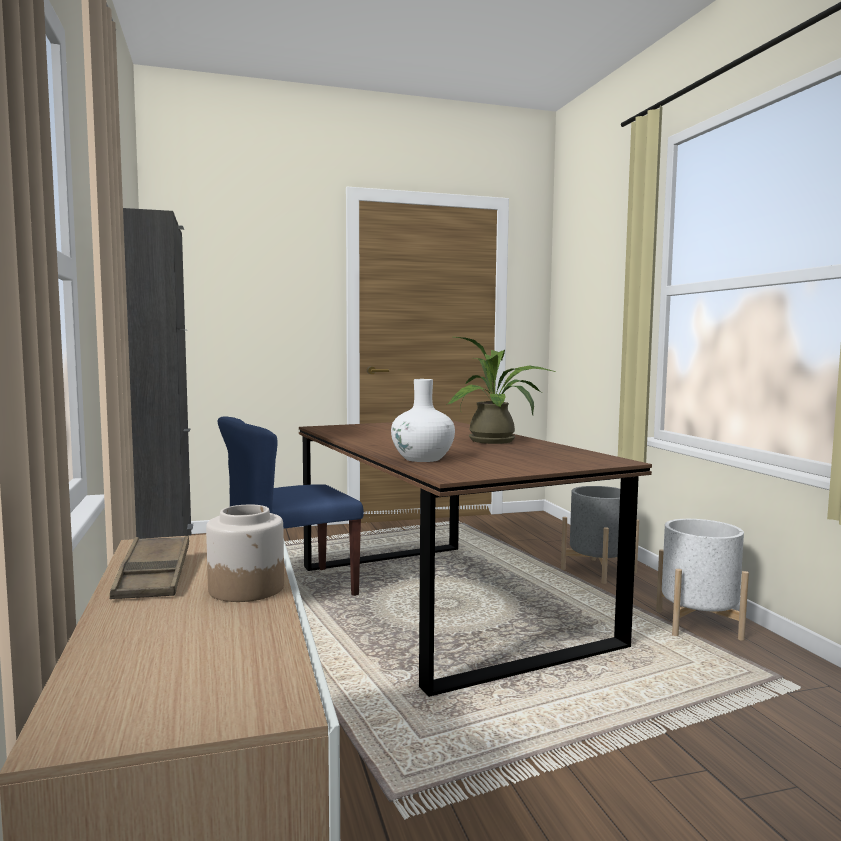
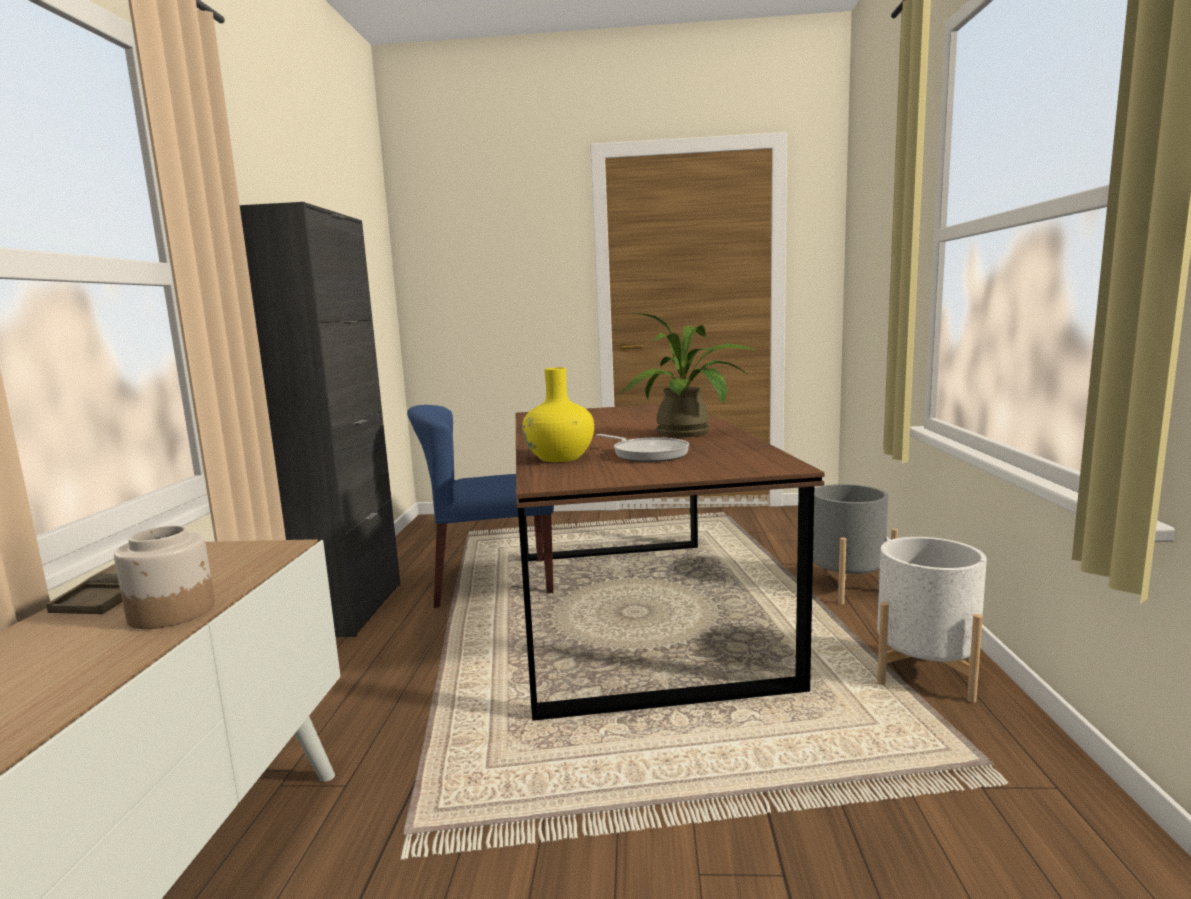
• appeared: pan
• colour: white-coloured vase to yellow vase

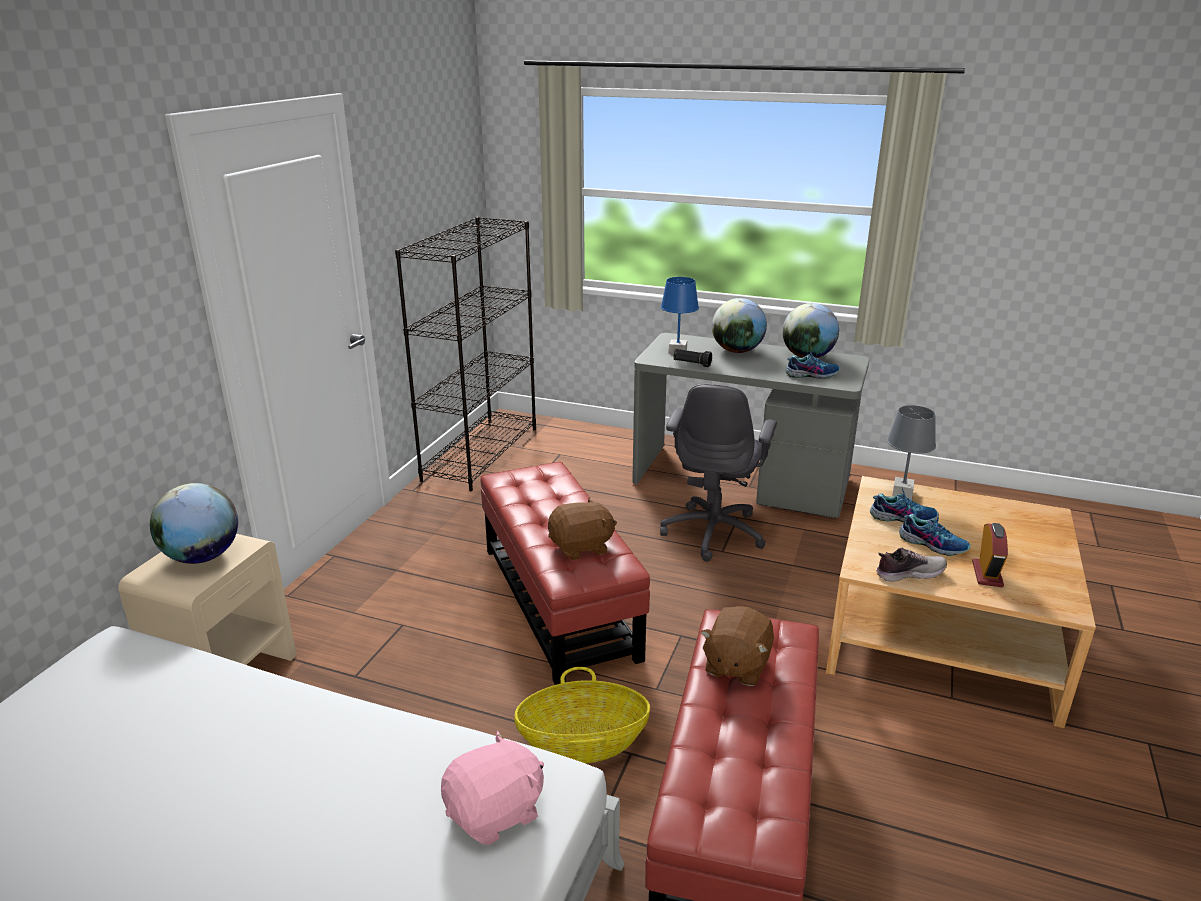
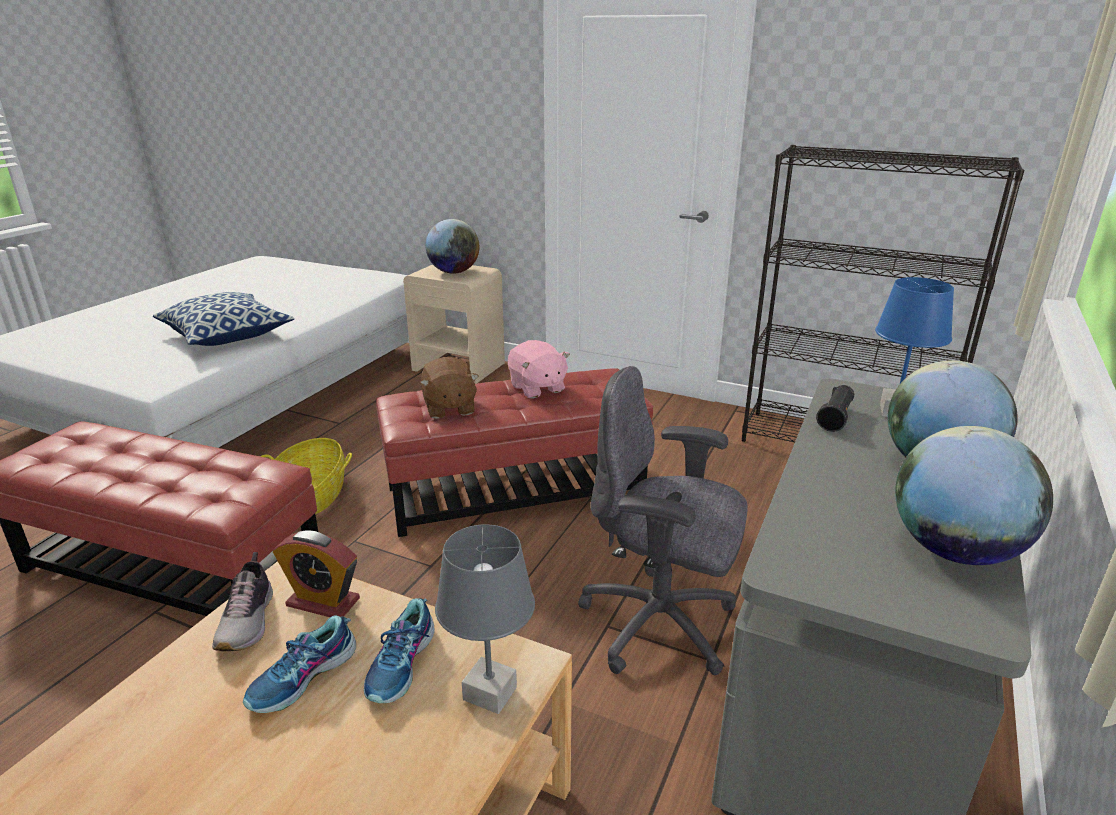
• missing: brown plush toy (no. 2 from left)
• missing: item of footwear (no. 1 from left)
• appeared: pillow
• relocated: pink-coloured plush toy
• relocated: bedside clock

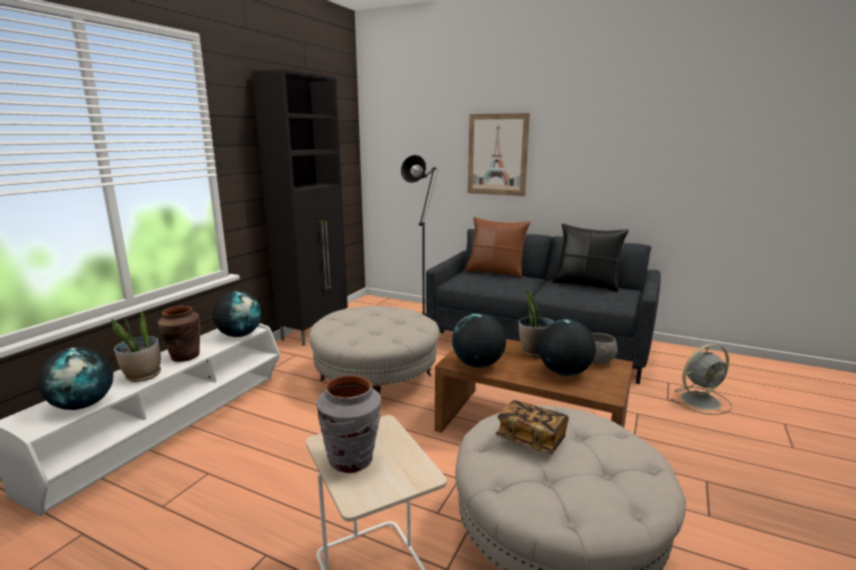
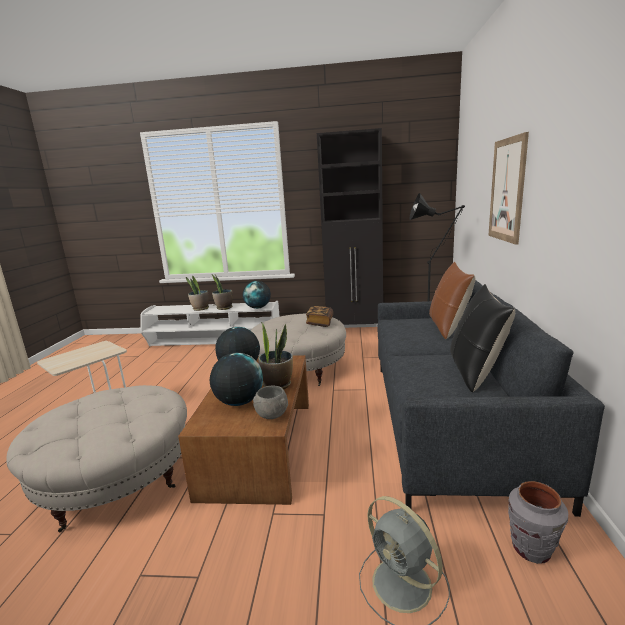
• missing: desk globe (no. 1 from left)
• relocated: greyish vase
• relocated: book
• exchanged: brown vase to houseplant (no. 2 from left)

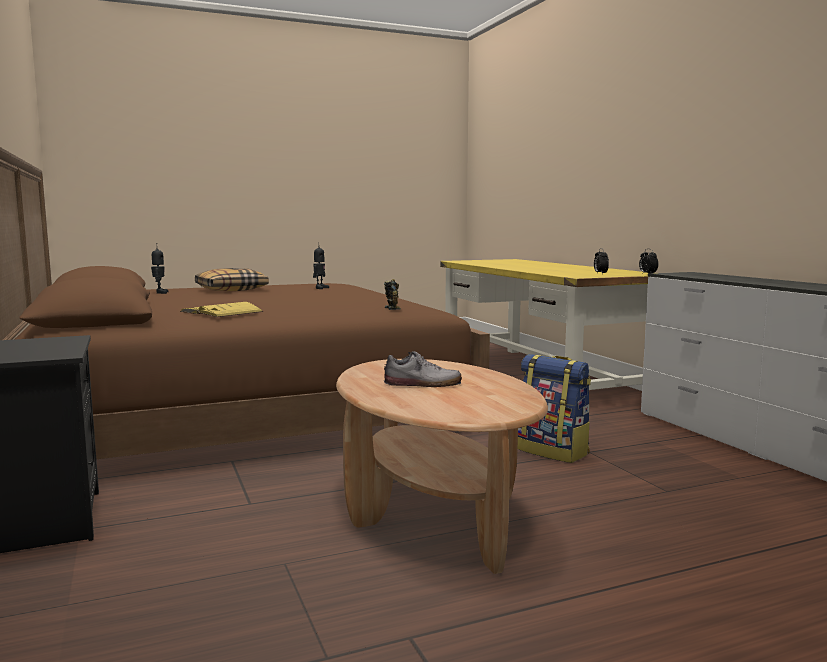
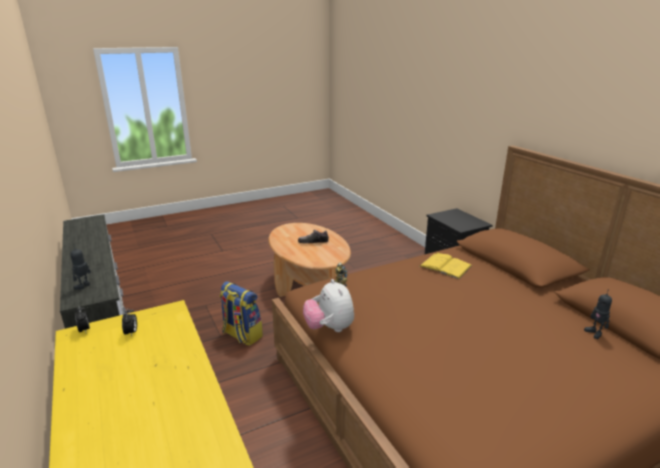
• missing: pillow
• appeared: plush toy
• relocated: toy robot (no. 2 from left in the first image) to toy robot (no. 1 from left)

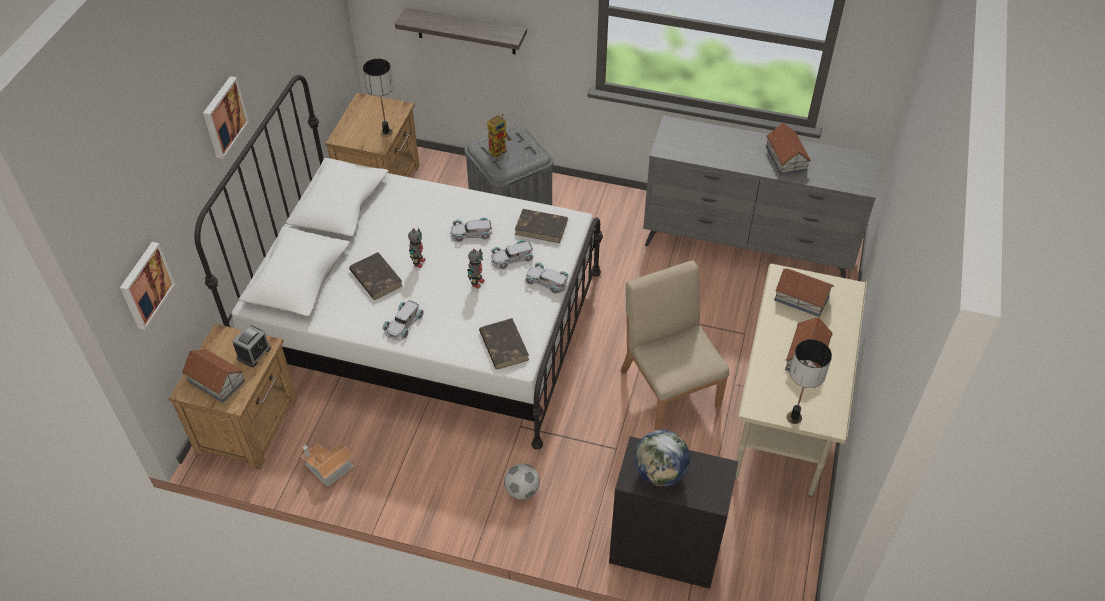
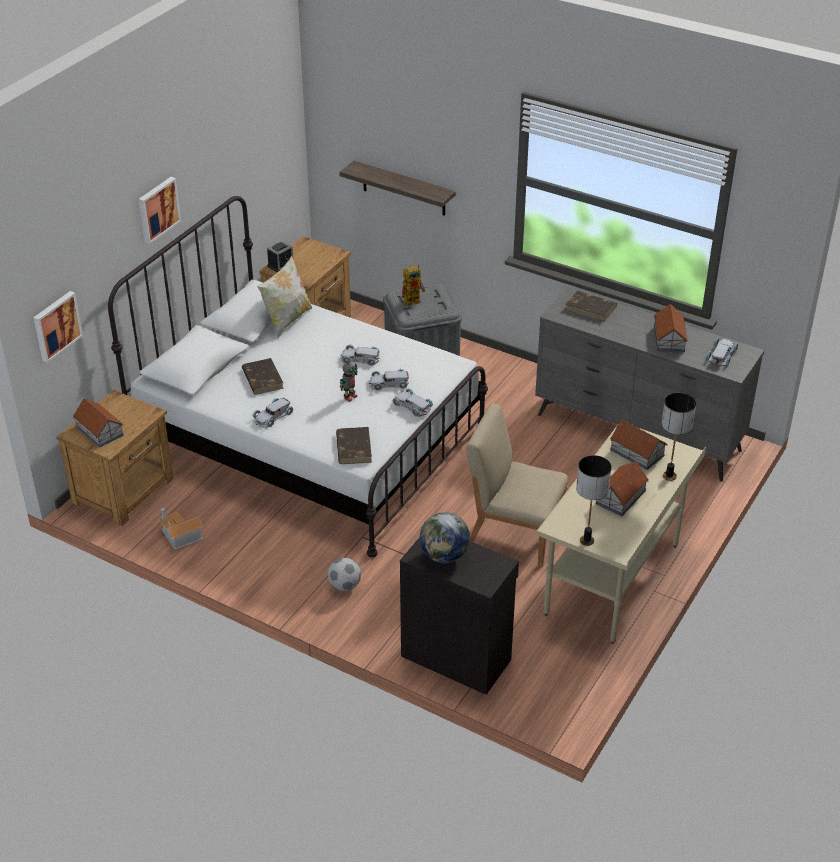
• missing: toy robot (no. 1 from left)
• appeared: pillow
• appeared: white-coloured model car (no. 5 from left)
• relocated: bedside clock
• relocated: tabletop lamp (no. 1 from left in the first image) to tabletop lamp (no. 2 from left)
• relocated: brown book (no. 3 from left)
• spun: sand-coloured plain chair 60 degrees counterclockwise

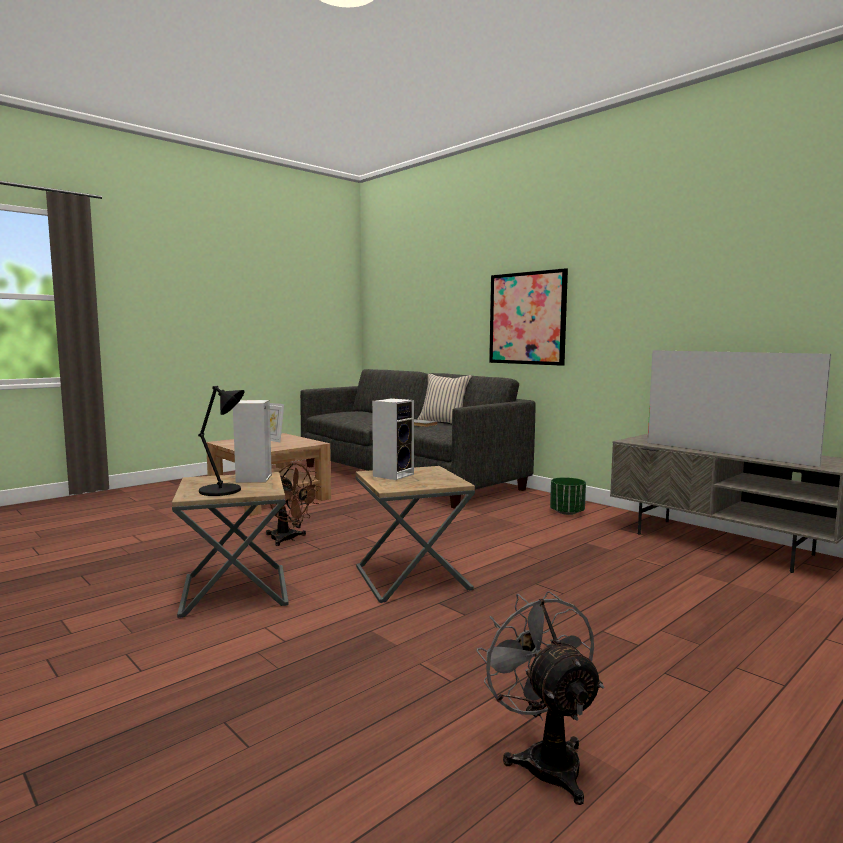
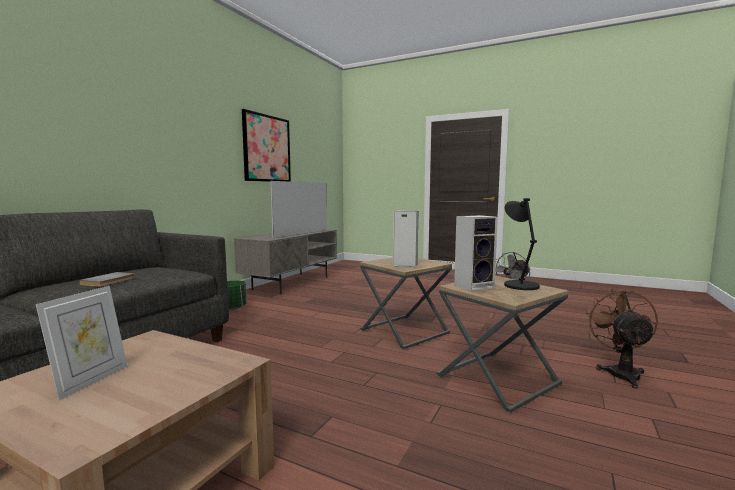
• missing: sand-coloured pillow
• relocated: brown electric fan
• relocated: wall art

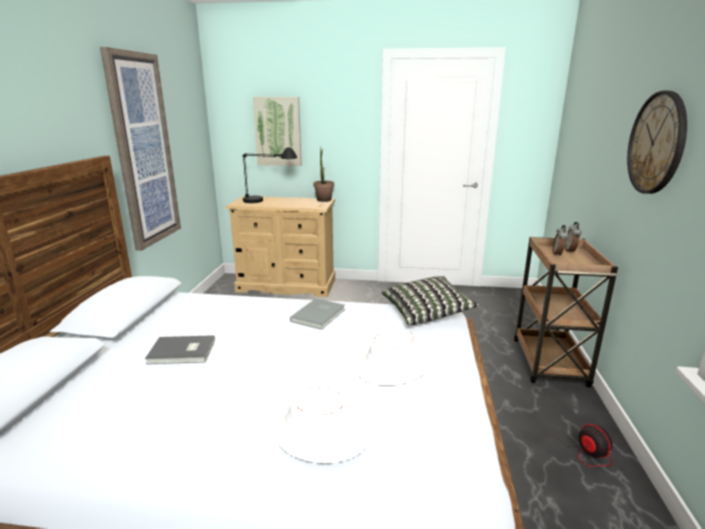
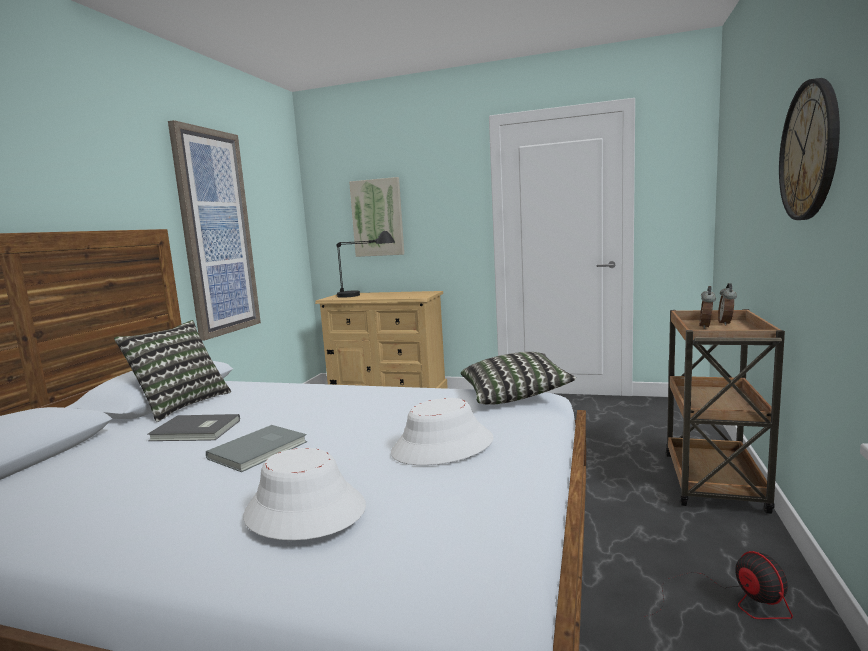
• missing: houseplant
• appeared: pillow (no. 1 from left)
• relocated: greyish book (no. 2 from left)

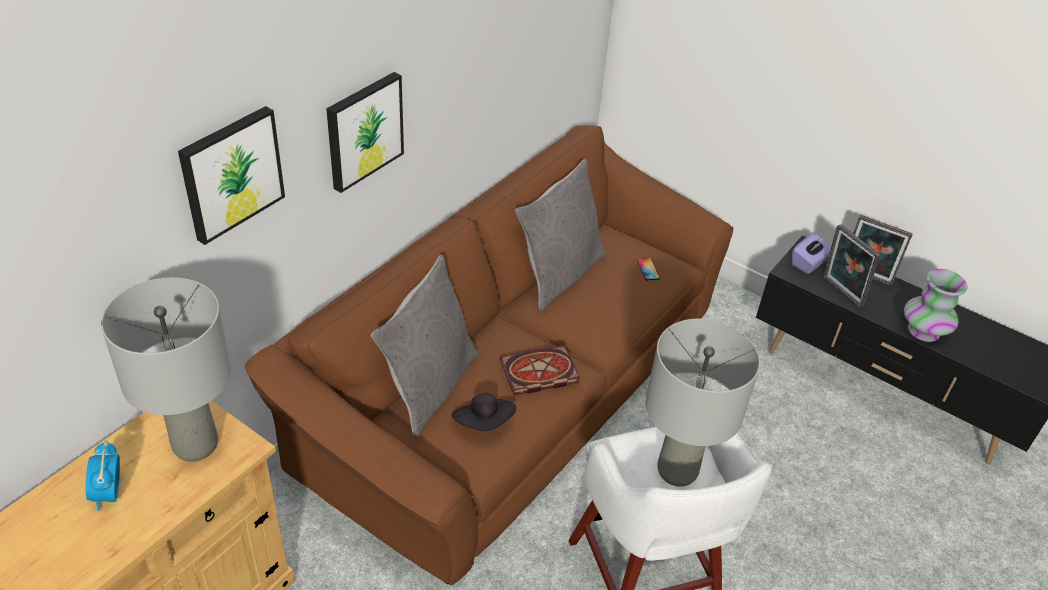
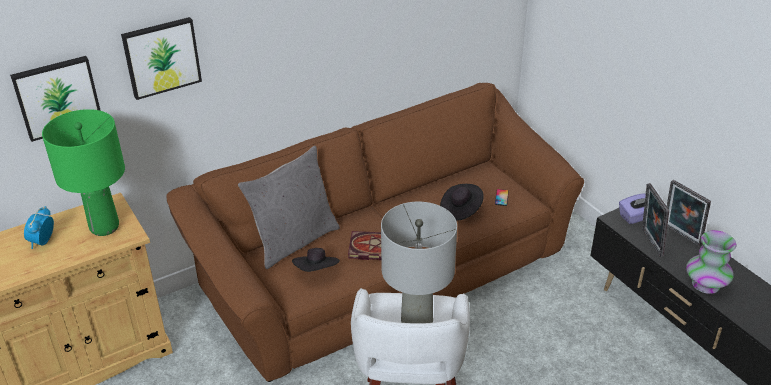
• missing: greyish pillow (no. 2 from left)
• appeared: black-coloured clothing hat (no. 2 from left)
• relocated: wall art (no. 2 from left in the first image) to wall art (no. 1 from left)
• colour: greyish tabletop lamp (no. 1 from left) to greenish tabletop lamp

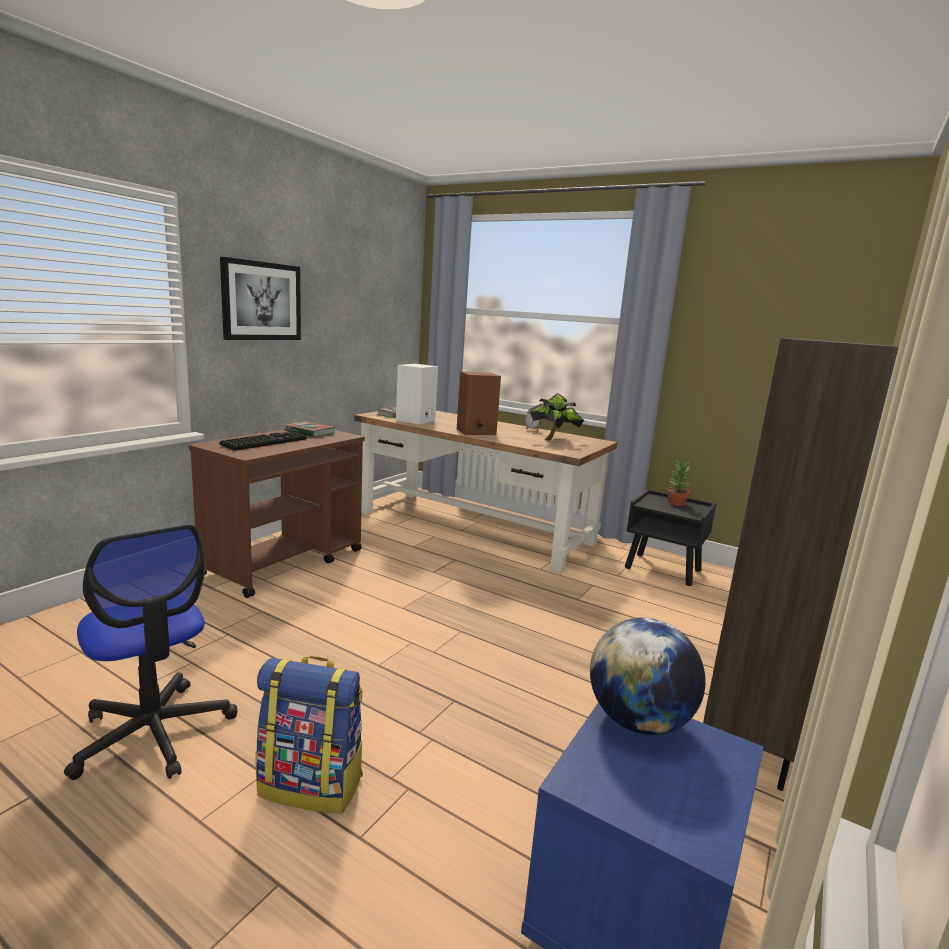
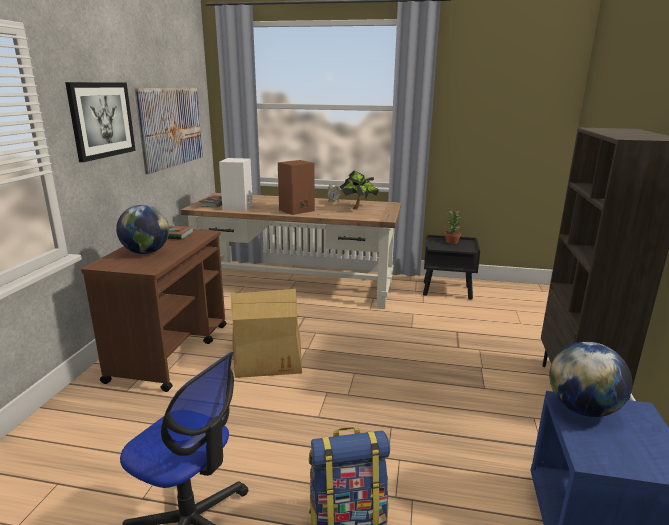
• appeared: wall art (no. 2 from left)
• appeared: carton
• exchanged: keyboard to desk globe (no. 1 from left)

